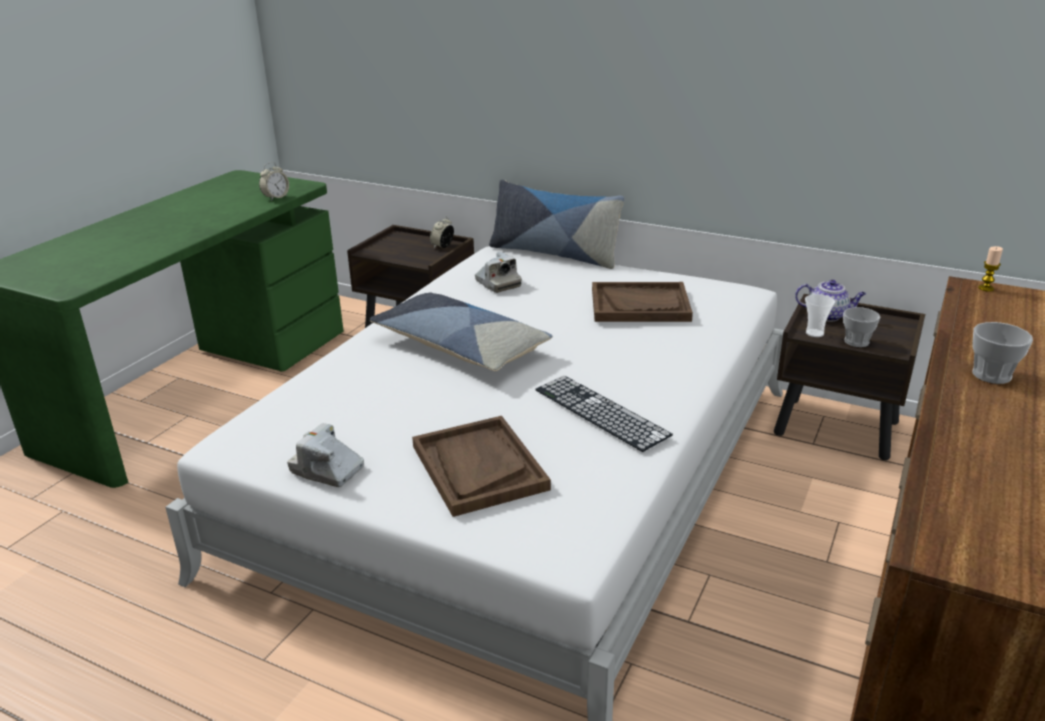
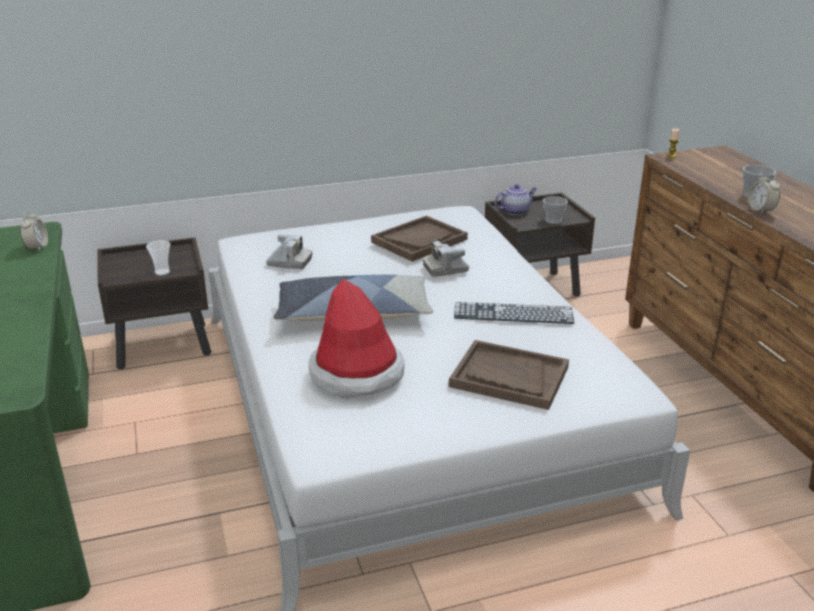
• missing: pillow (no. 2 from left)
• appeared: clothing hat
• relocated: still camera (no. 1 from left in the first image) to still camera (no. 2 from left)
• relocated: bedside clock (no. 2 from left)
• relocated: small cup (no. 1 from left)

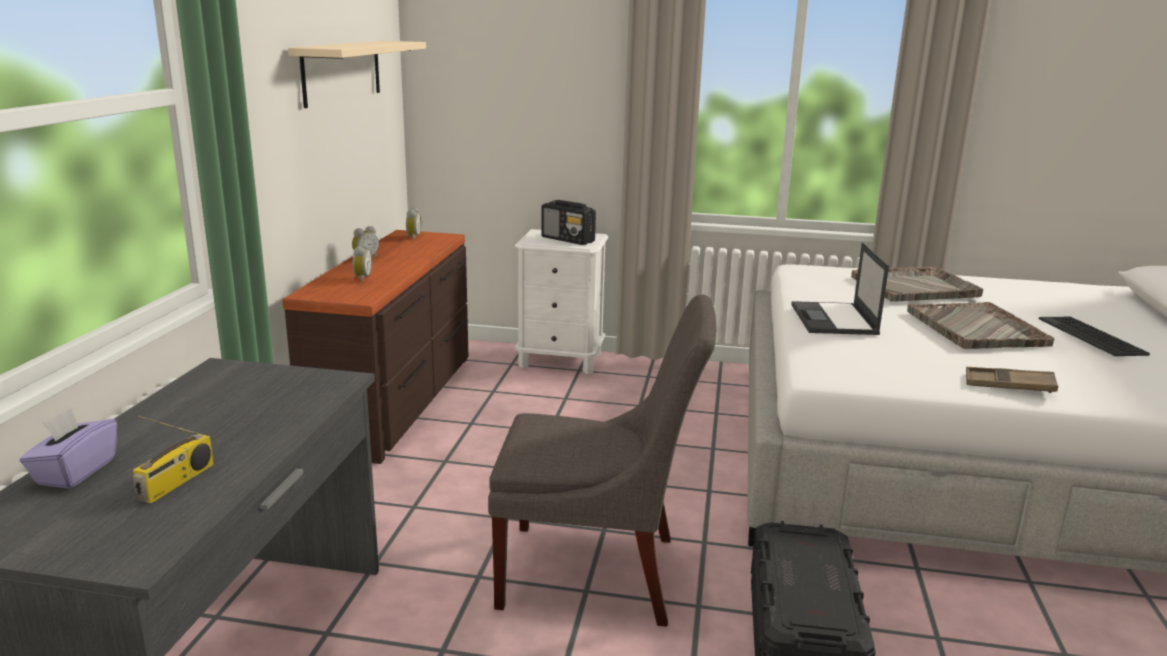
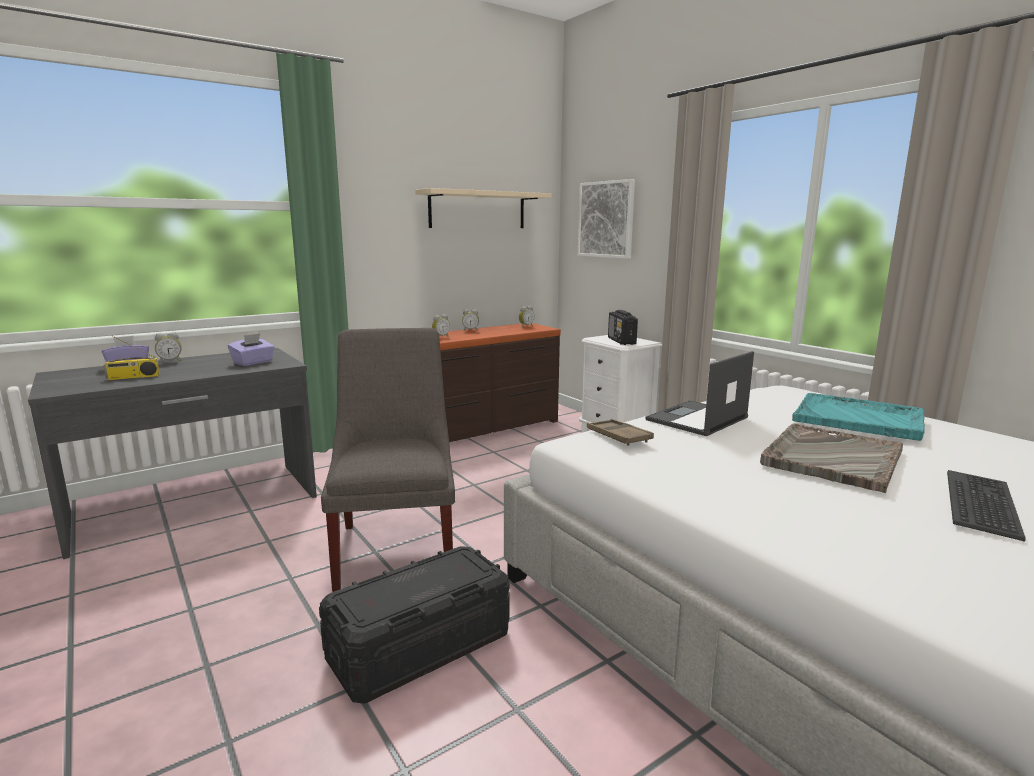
• appeared: bedside clock (no. 1 from left)
• appeared: purple-coloured tissue holder (no. 2 from left)
• appeared: wall art
• relocated: brown tray
• colour: greyish tray (no. 1 from left) to blue-green tray
• spun: greyish plain chair 150 degrees counterclockwise

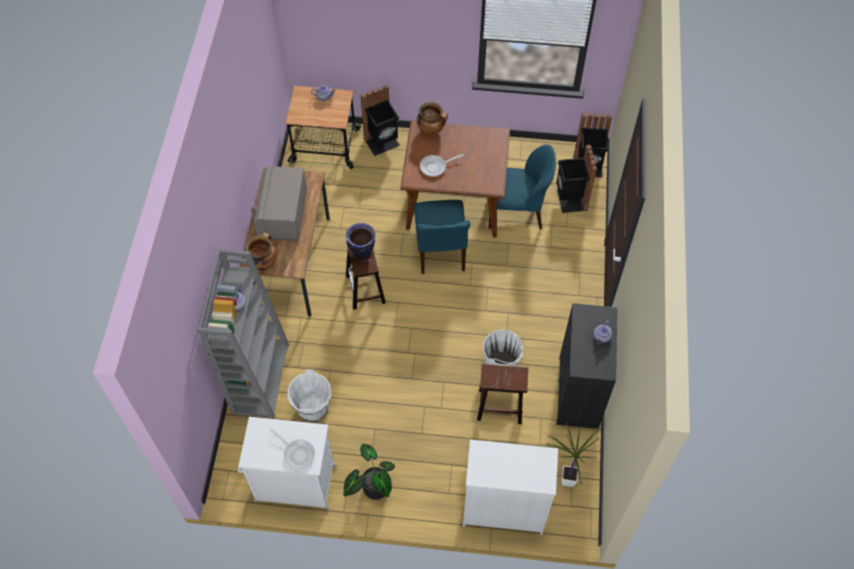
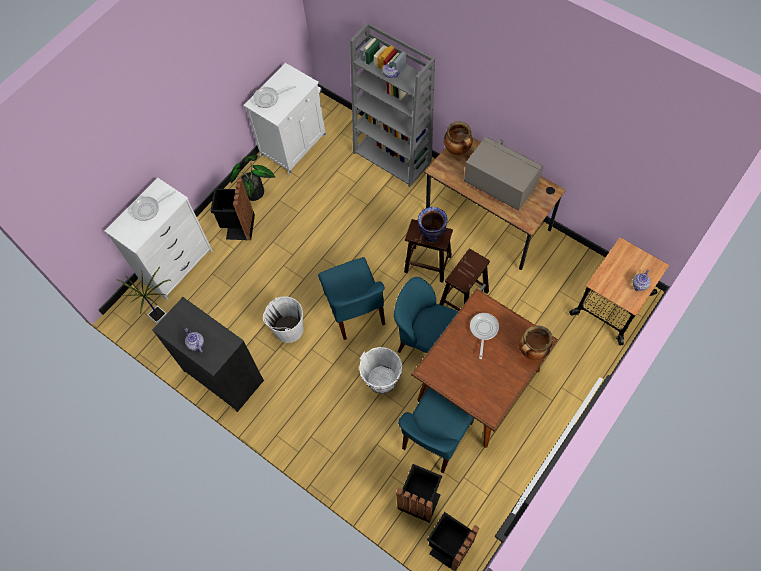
• appeared: pan (no. 1 from left)
• appeared: bluish plain chair (no. 1 from left)
• relocated: white-coloured water bucket (no. 1 from left in the first image) to white-coloured water bucket (no. 2 from left)
• relocated: black-coloured rubbish bin (no. 1 from left)
• relocated: brown stool seat (no. 2 from left)

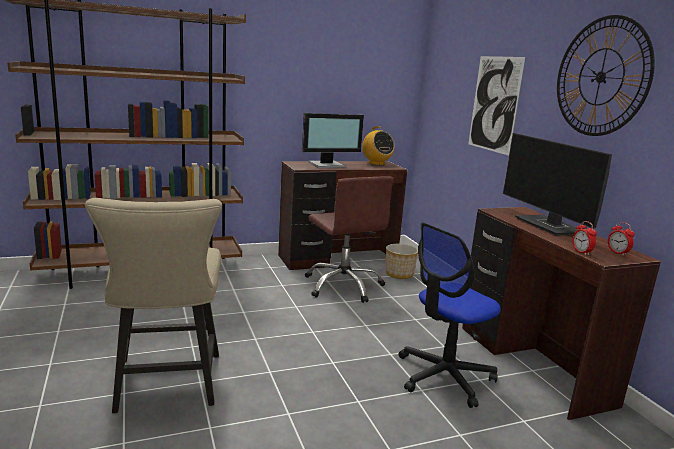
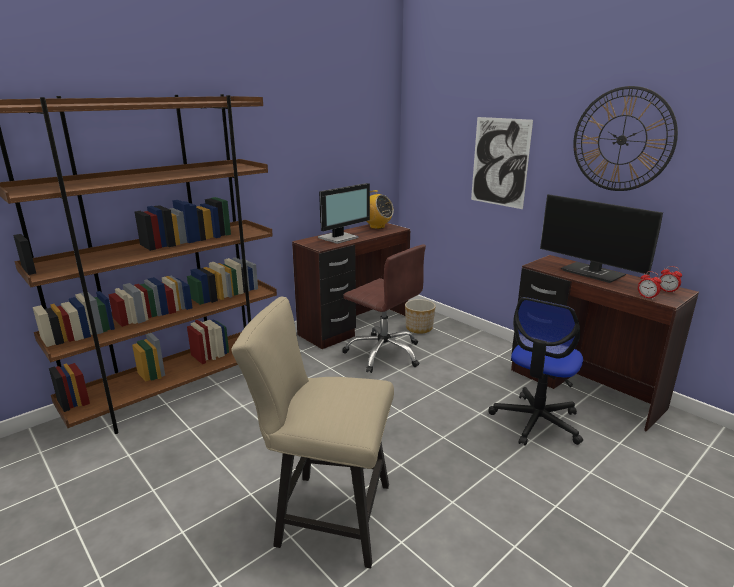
• spun: sand-coloured plain chair 135 degrees clockwise

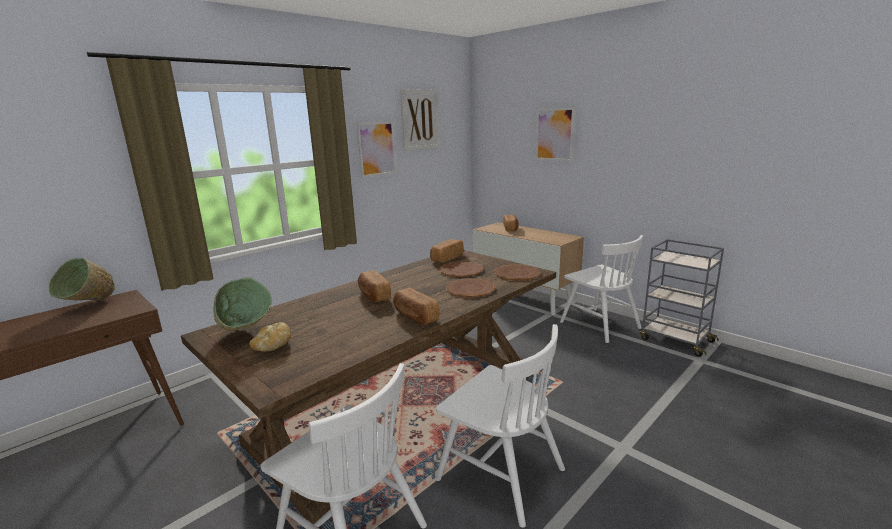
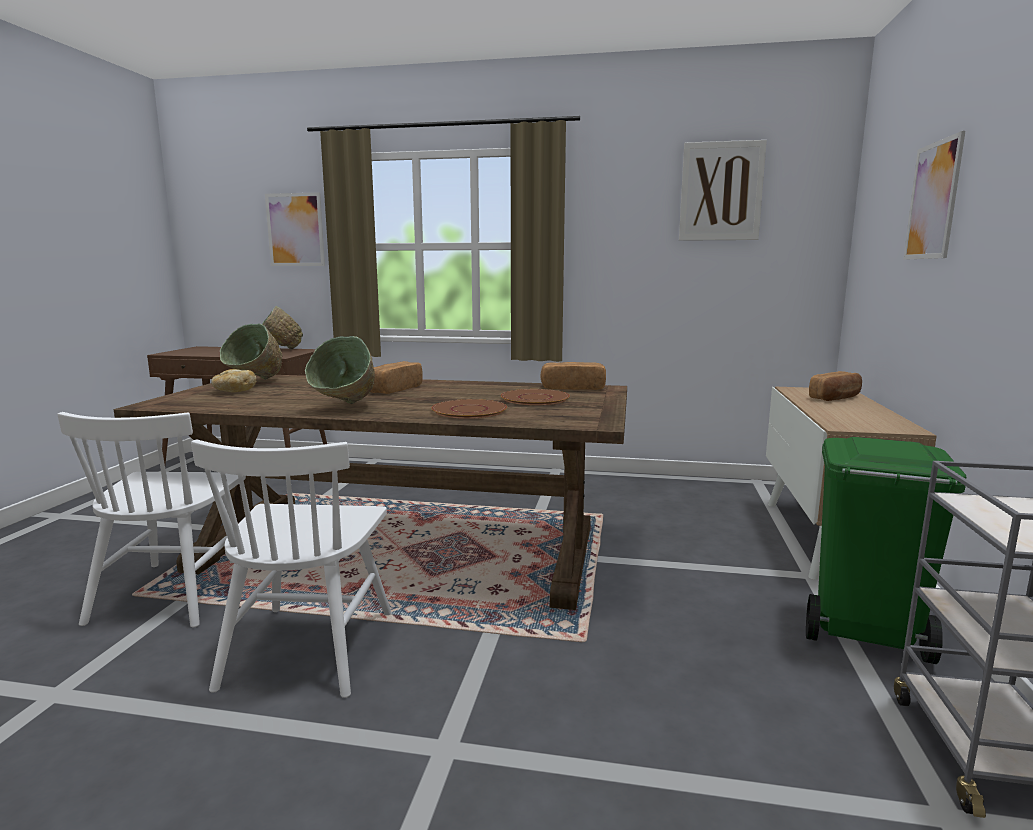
• missing: brown flat dish (no. 3 from left)
• relocated: wall art (no. 1 from left)
• exchanged: baked bread (no. 3 from left) to greenish serving bowl (no. 3 from left)
• exchanged: white-coloured plain chair (no. 3 from left) to greenish rubbish bin

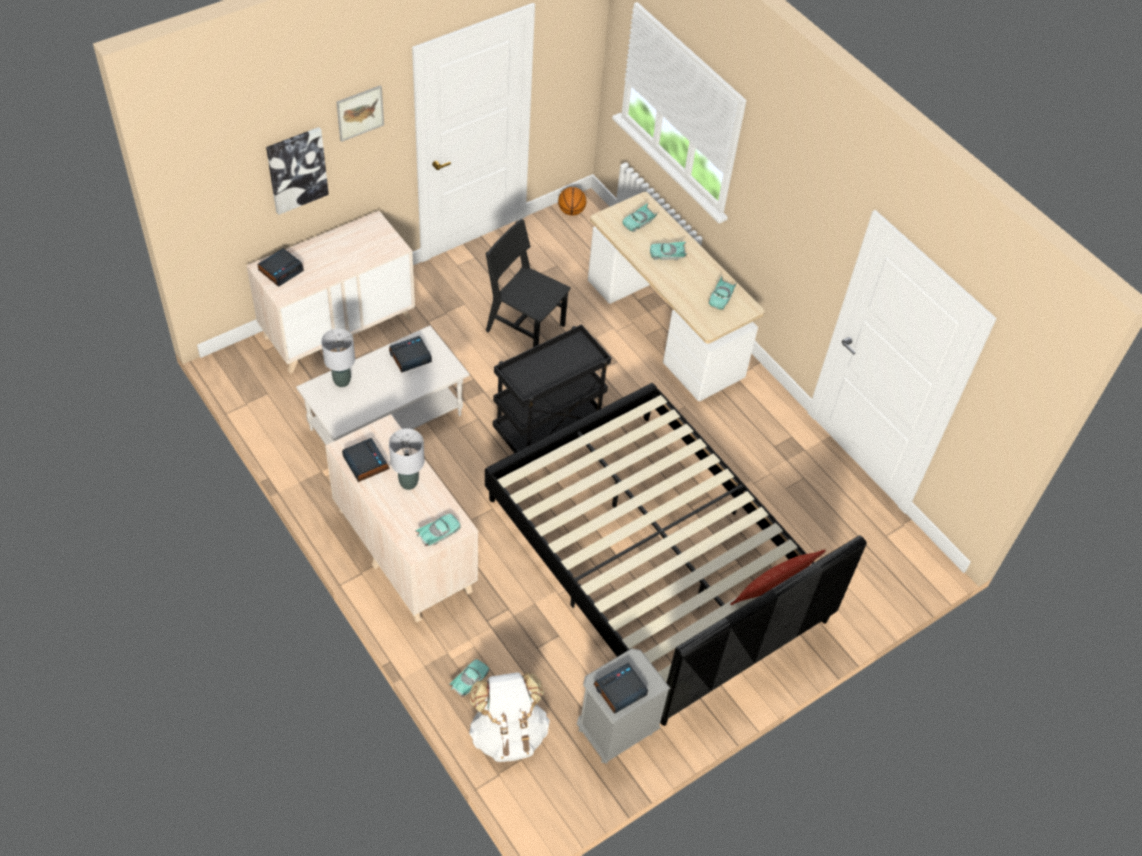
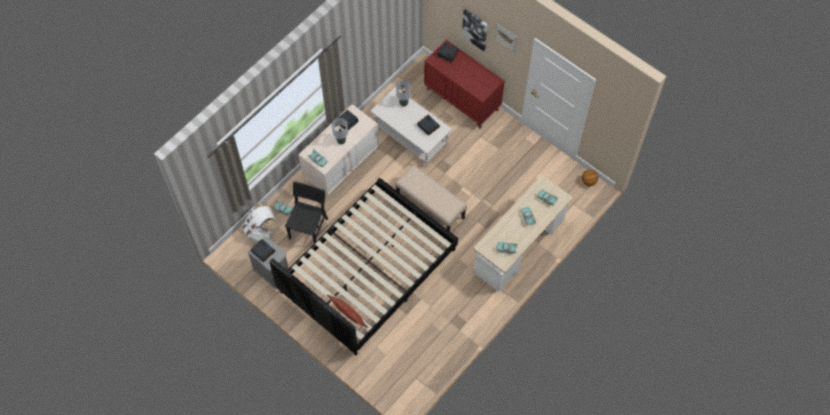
• relocated: black-coloured plain chair
• exchanged: black-coloured trolley to sand-coloured long seat
• colour: sand-coloured drawer chest (no. 1 from left) to red-coloured drawer chest

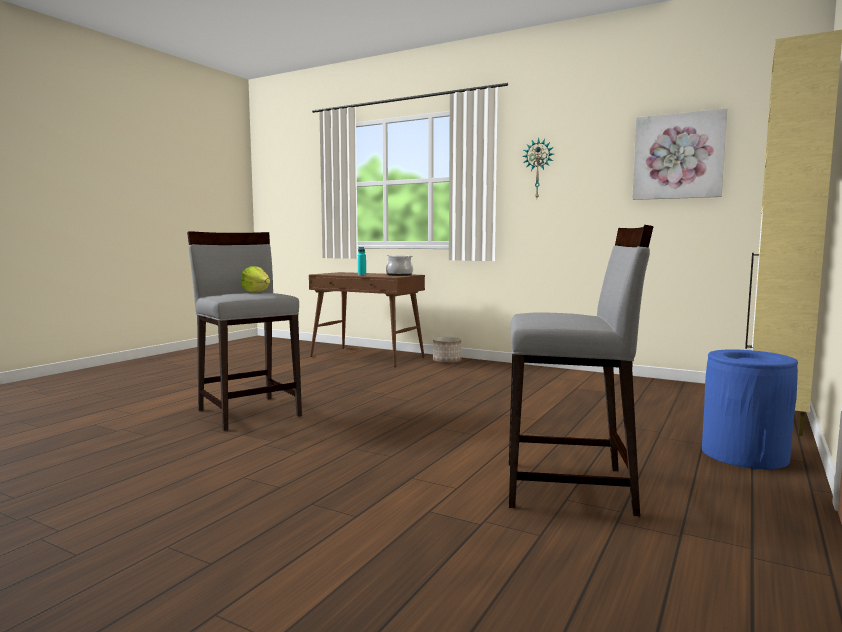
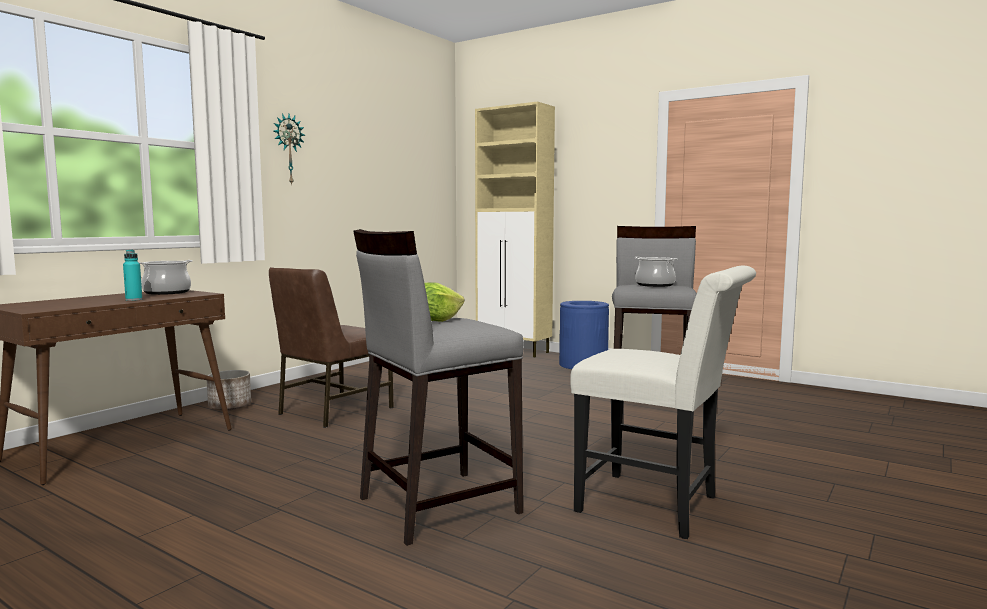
• missing: wall art
• appeared: brown plain chair
• appeared: white-coloured plain chair
• appeared: saucepot (no. 2 from left)

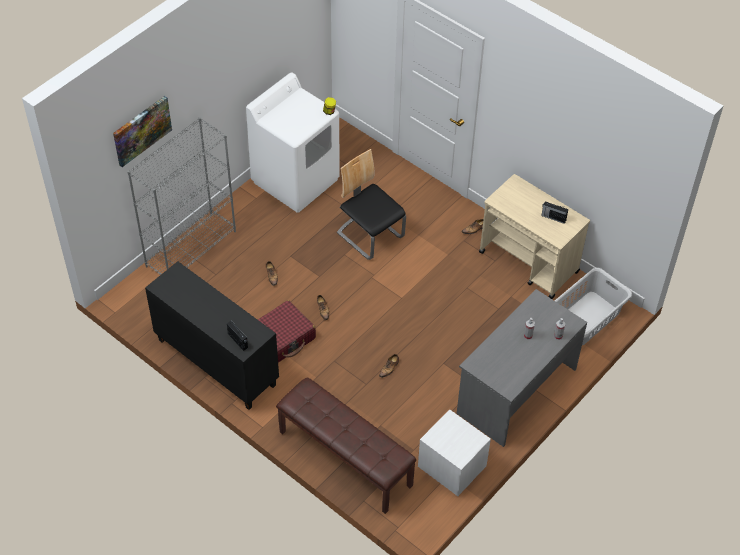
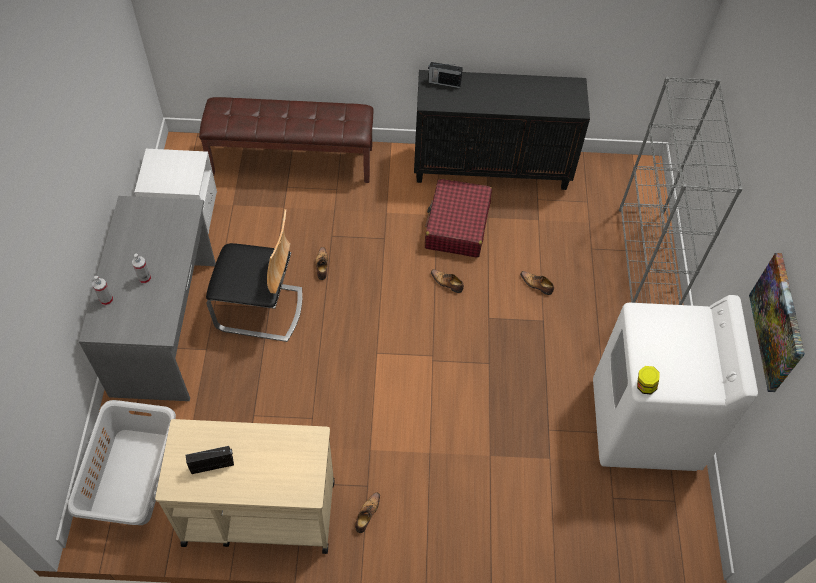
• relocated: wall art
• relocated: plain chair

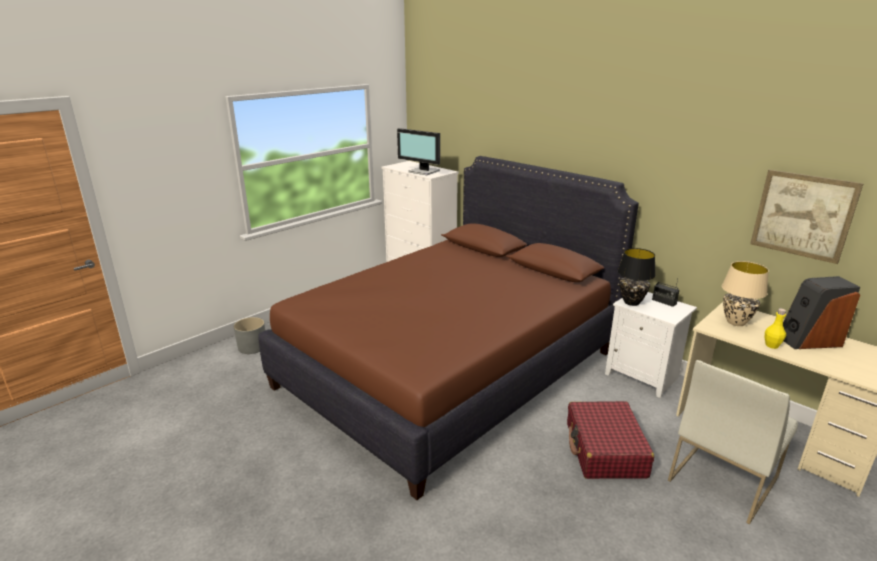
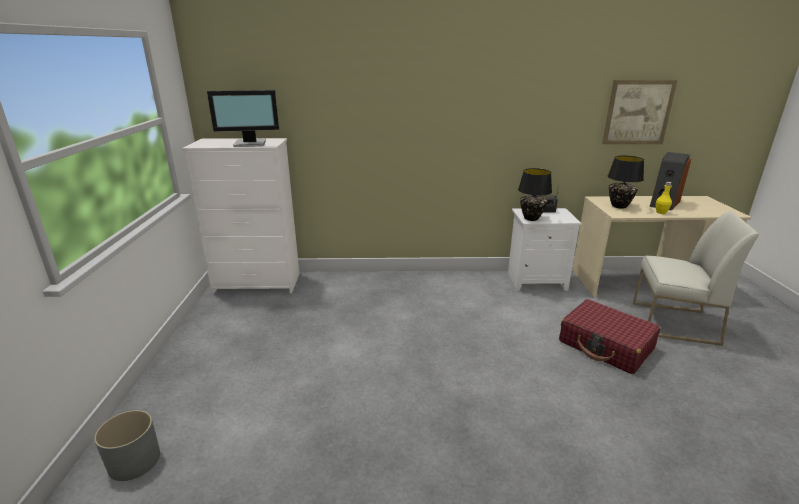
• missing: brown bed
• colour: sand-coloured tabletop lamp to black-coloured tabletop lamp (no. 2 from left)
• spun: white-coloured plain chair 75 degrees counterclockwise

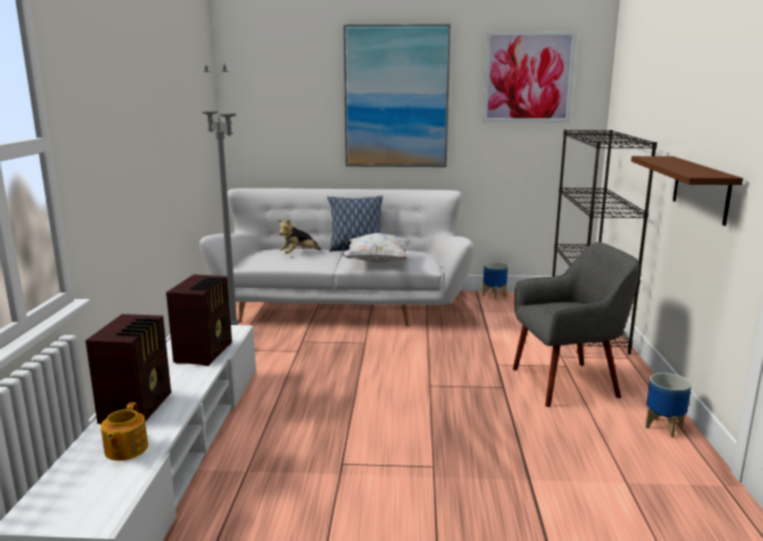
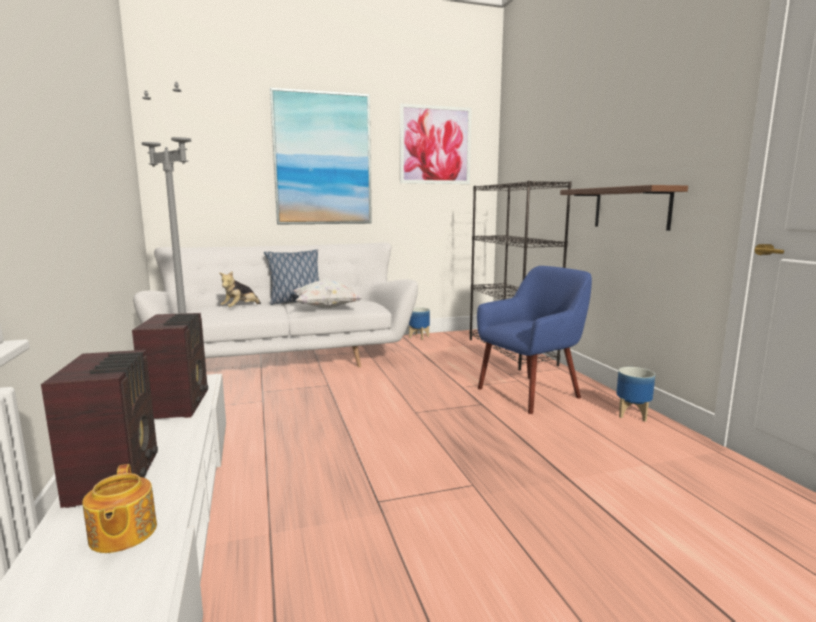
• colour: greyish armchair to bluish armchair

